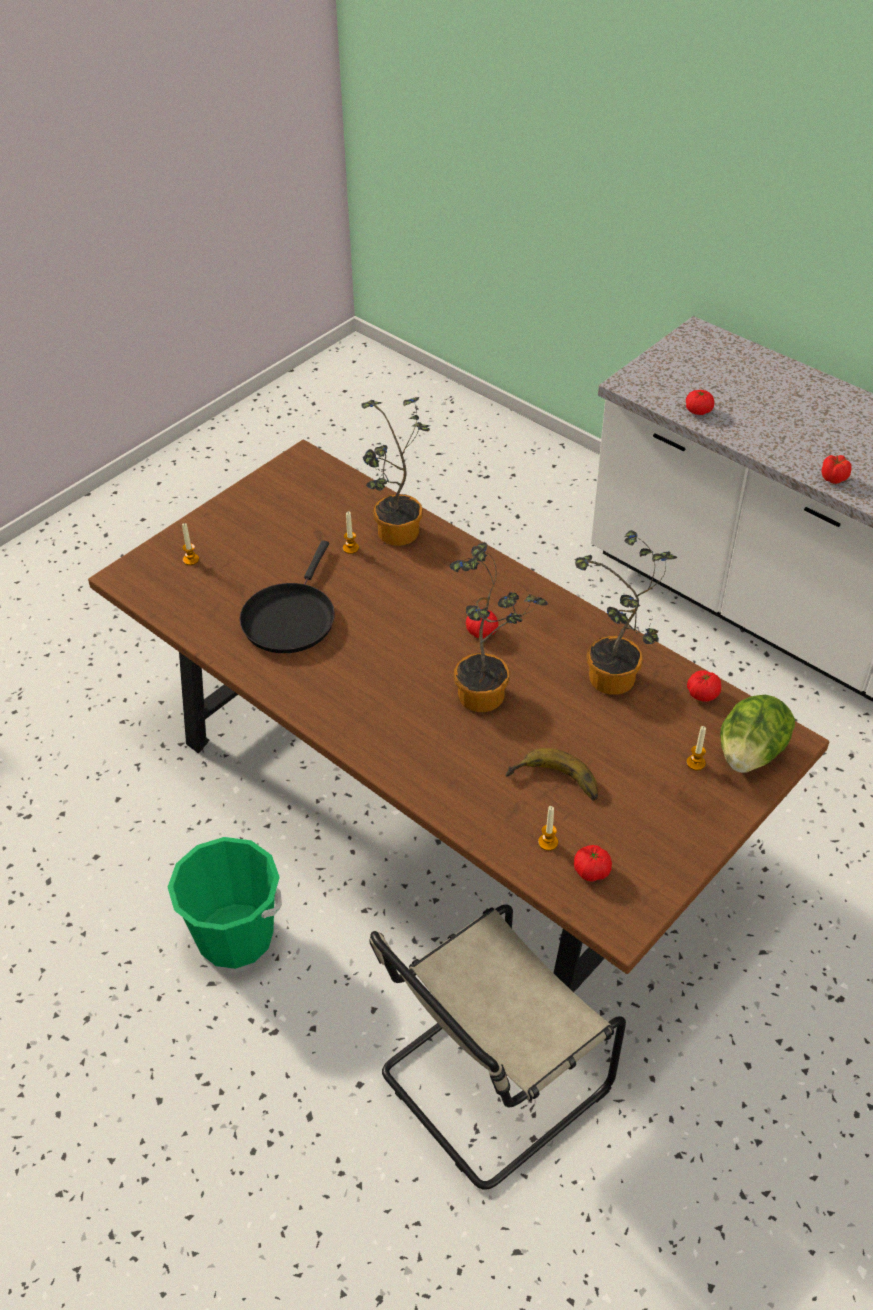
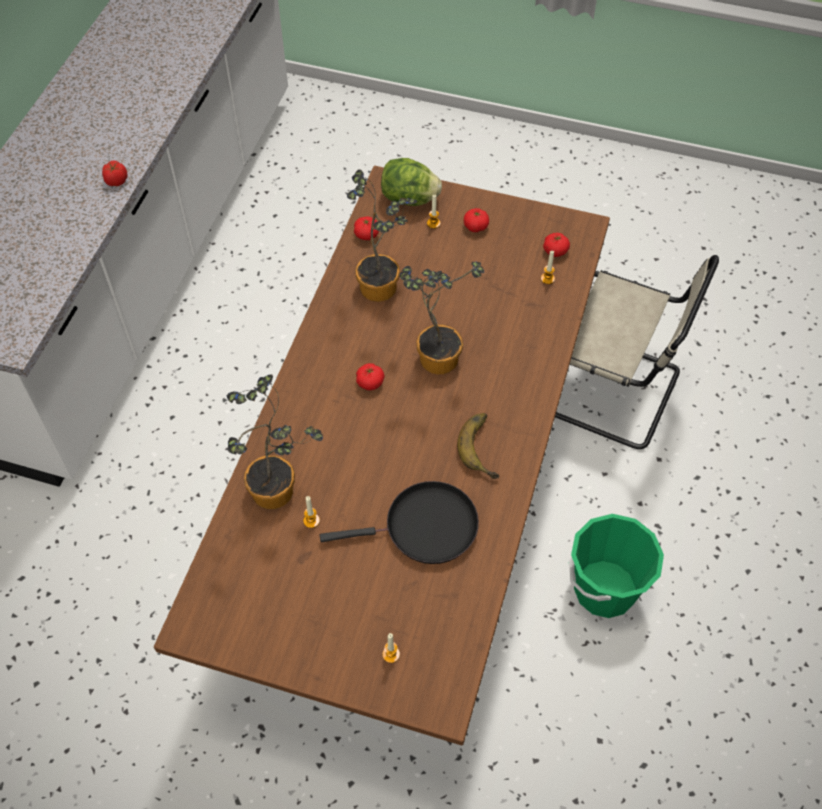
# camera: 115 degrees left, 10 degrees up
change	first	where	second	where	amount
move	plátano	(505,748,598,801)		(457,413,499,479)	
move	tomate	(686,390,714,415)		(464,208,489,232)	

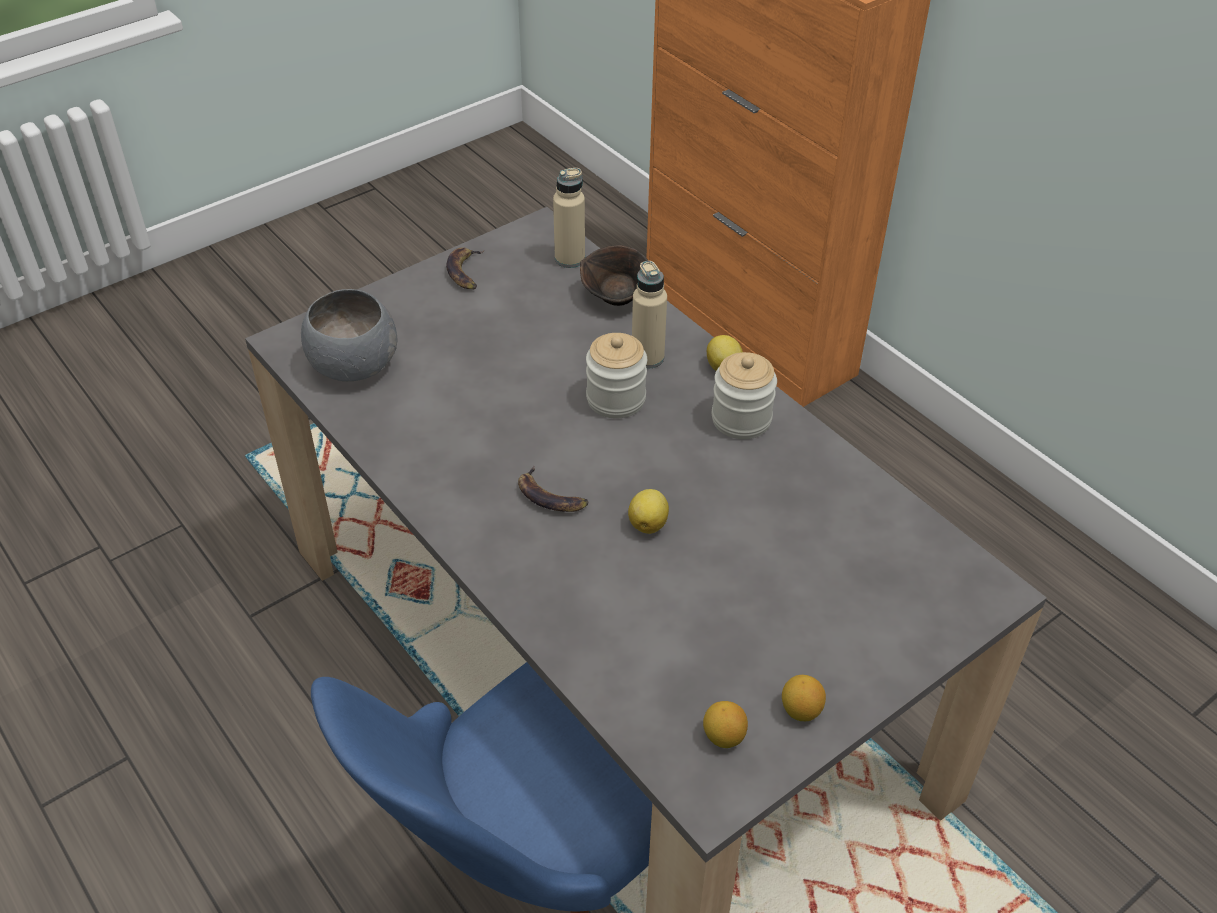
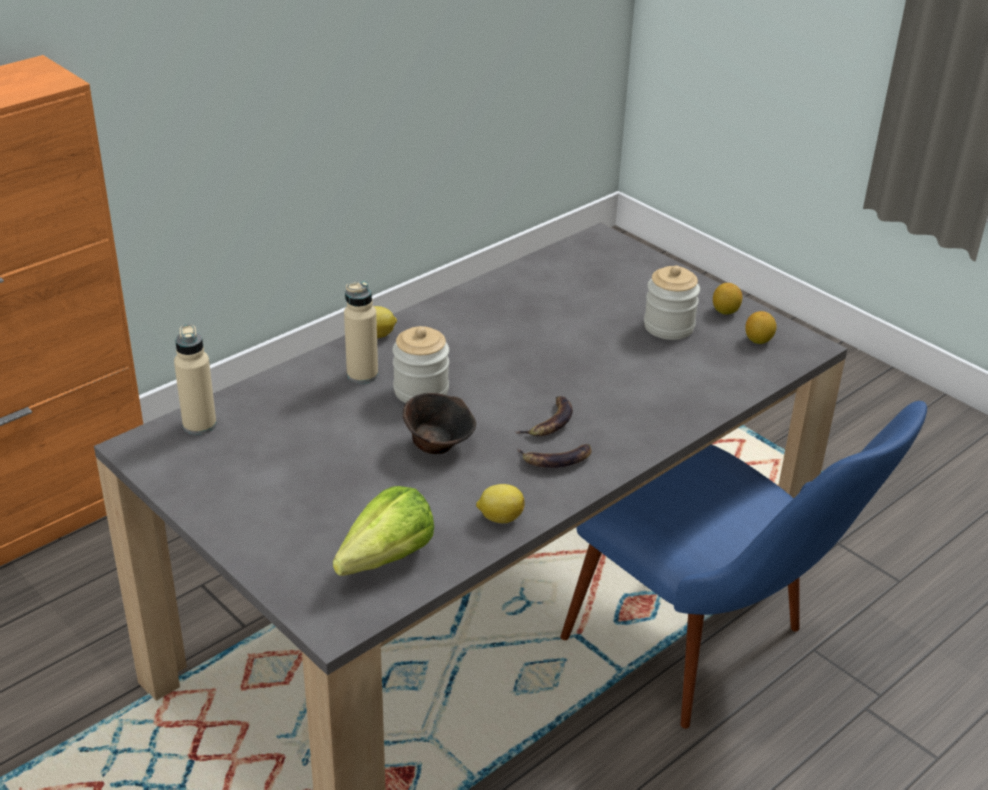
# camera: 95 degrees left, 10 degrees down
change	first	where	second	where	amount
move	plátano	(446,247,484,289)		(517,444,592,468)	
move	cuenco [marrón]	(580,245,648,306)		(403,393,476,454)	
move	limón	(628,489,669,534)		(476,484,525,523)	
move	tarro	(712,352,777,439)		(644,265,700,340)	
replace	cuenco [gris]	(301,289,397,381)	lechuga	(333,486,434,576)	

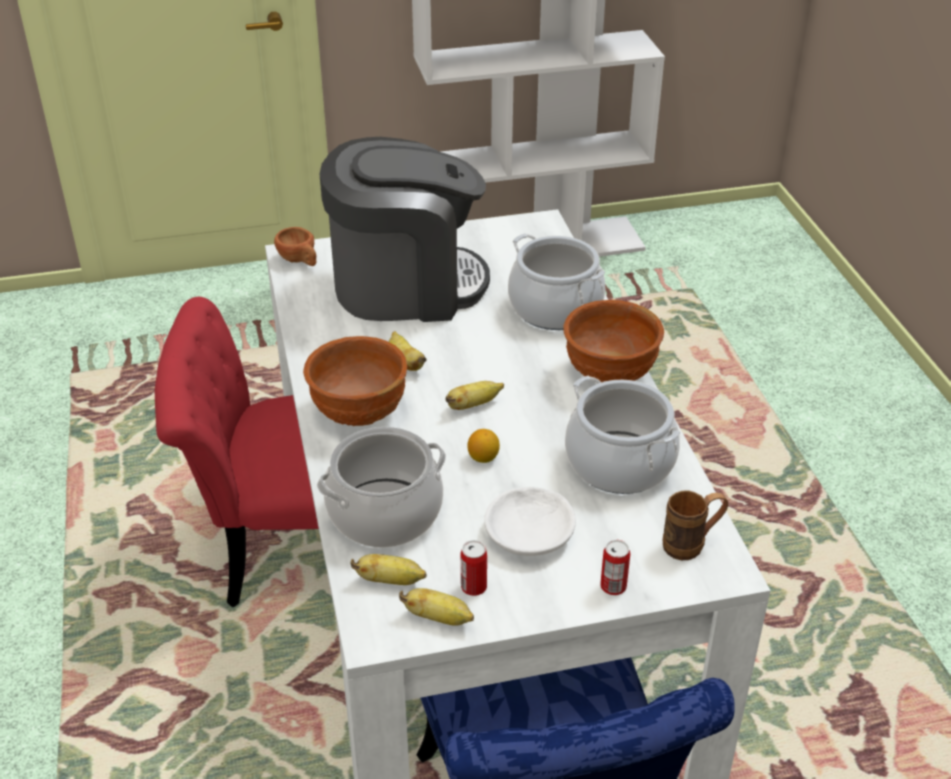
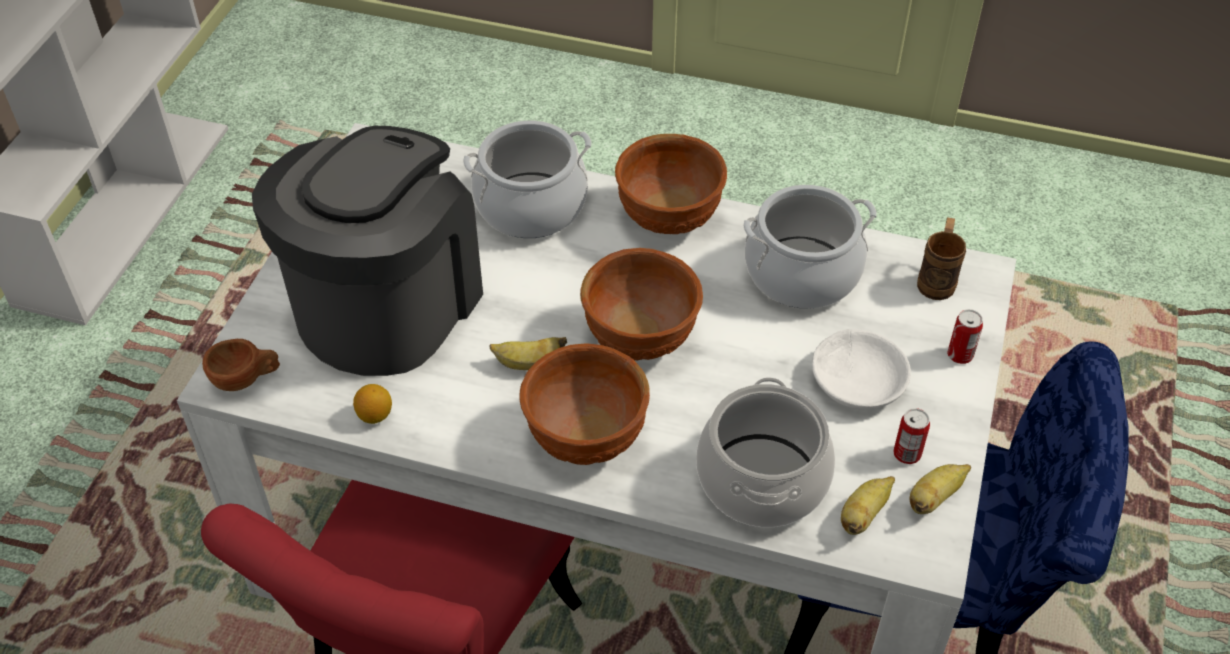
# camera: 60 degrees left, 10 degrees up
change	first	where	second	where	amount
move	limón	(467,429,500,463)		(353,384,392,424)	
replace	plátano	(446,381,504,410)	cuenco [marrón]	(580,248,703,360)	

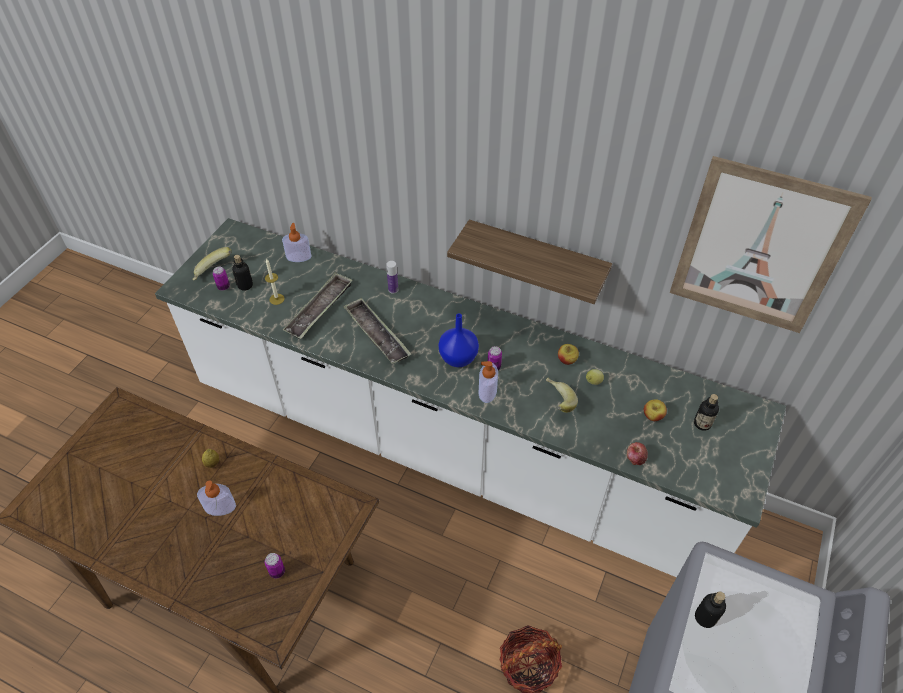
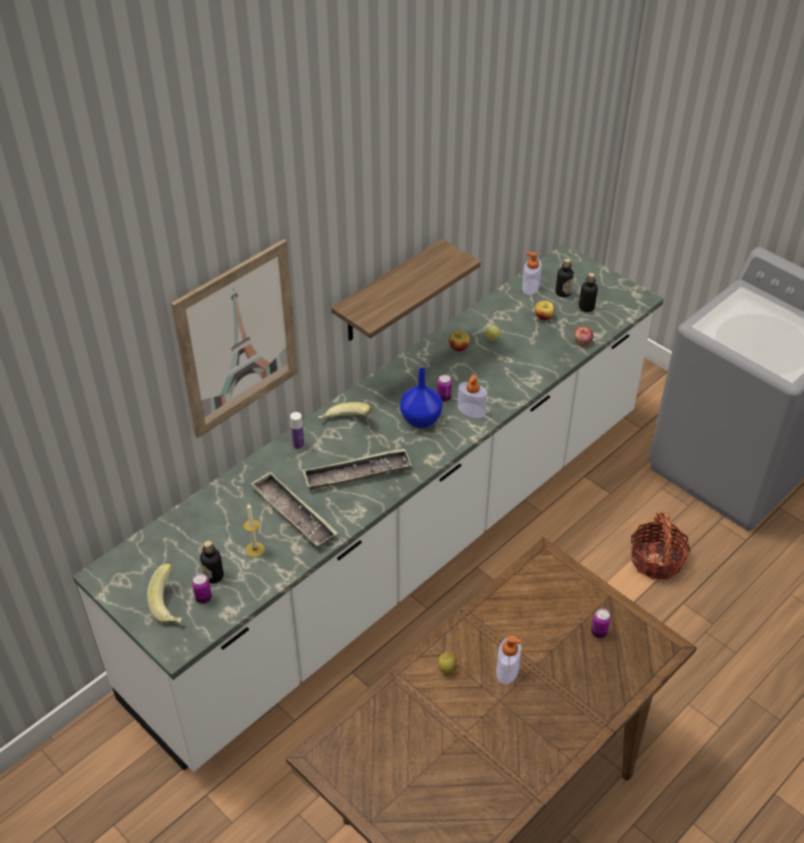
# camera: 70 degrees left, 5 degrees down
change	first	where	second	where	amount
move	dispensador de jabón	(282,223,311,262)		(522,252,542,295)	
move	plátano	(546,378,578,413)		(318,402,372,419)	
move	cuadro	(670,156,872,333)		(171,239,298,438)	
move	botella	(695,591,726,628)		(579,273,598,312)	

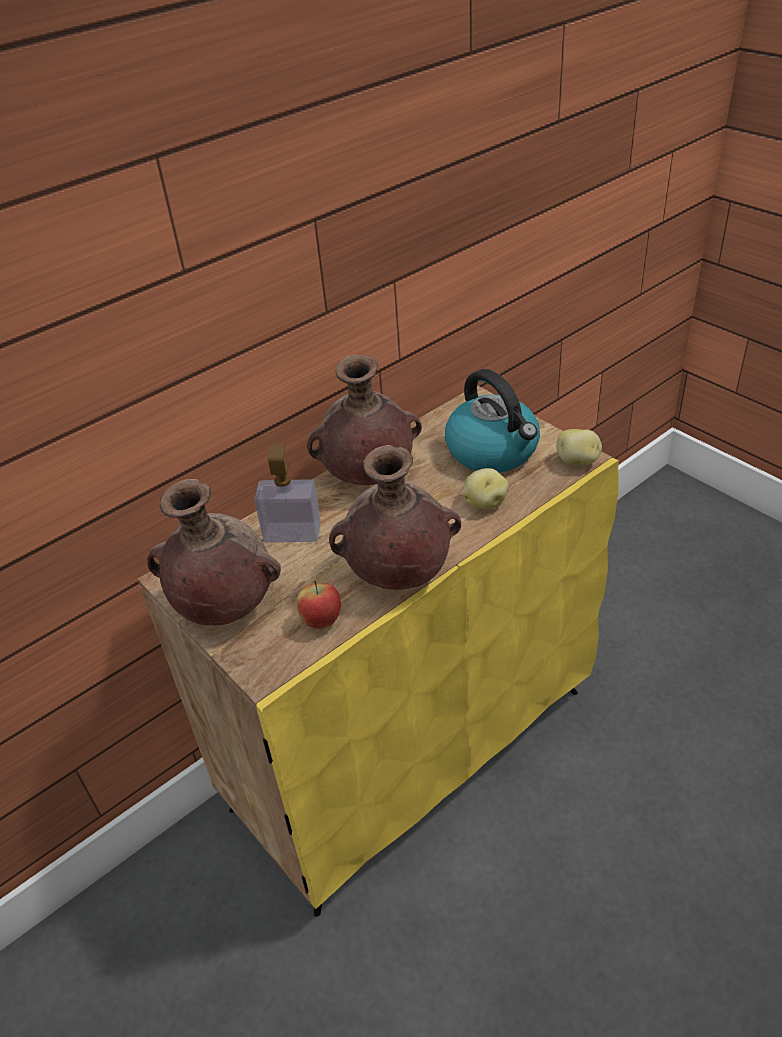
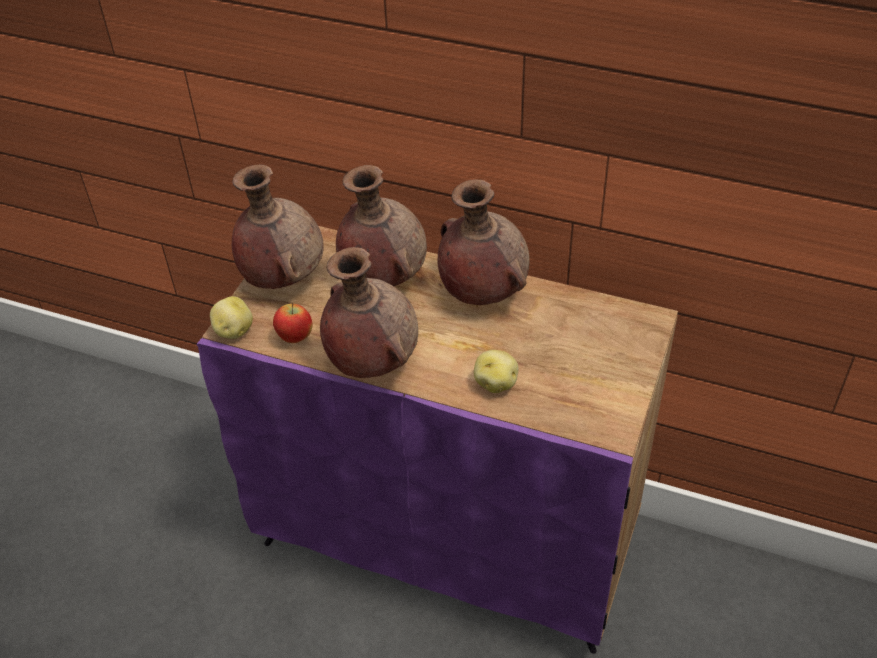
# camera: 60 degrees right, 5 degrees up
change	first	where	second	where	amount
delete	hervidor	(445,369,540,473)			
move	patata	(556,429,602,465)		(210,296,253,339)	
replace	dispensador de jabón	(254,444,321,542)	florero [marrón]	(336,165,427,286)	
recolor	armario [amarillo]	(138,385,619,917)	armario [morado]	(196,226,678,654)	

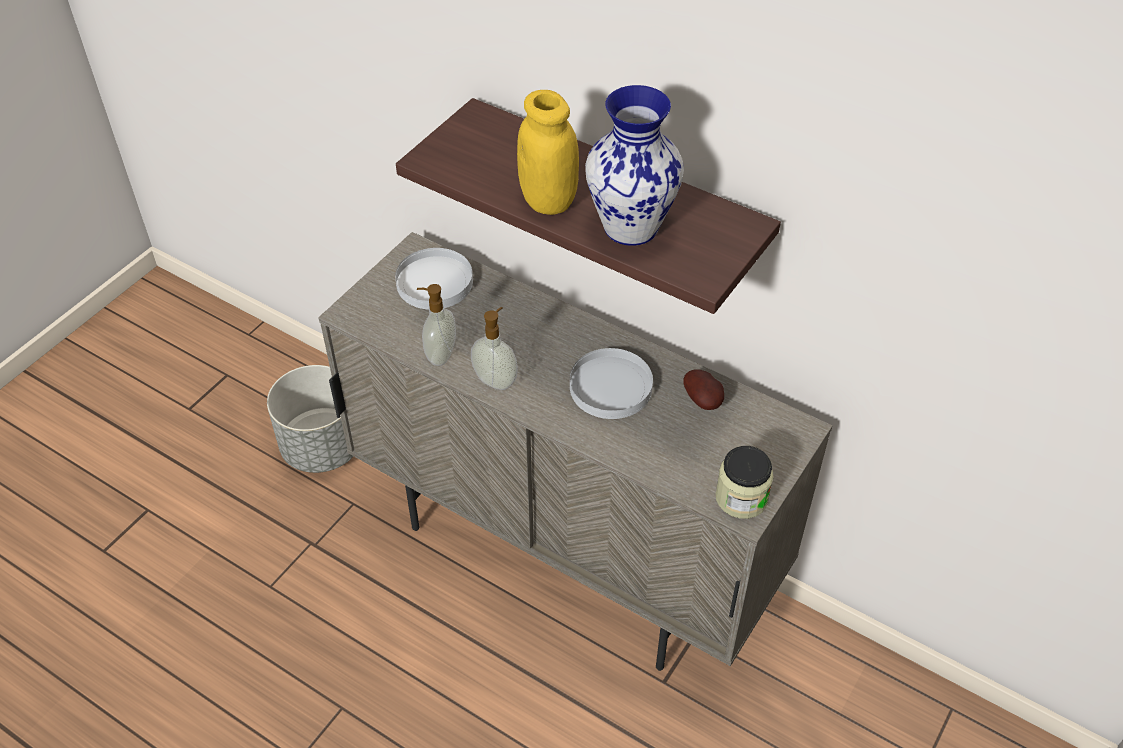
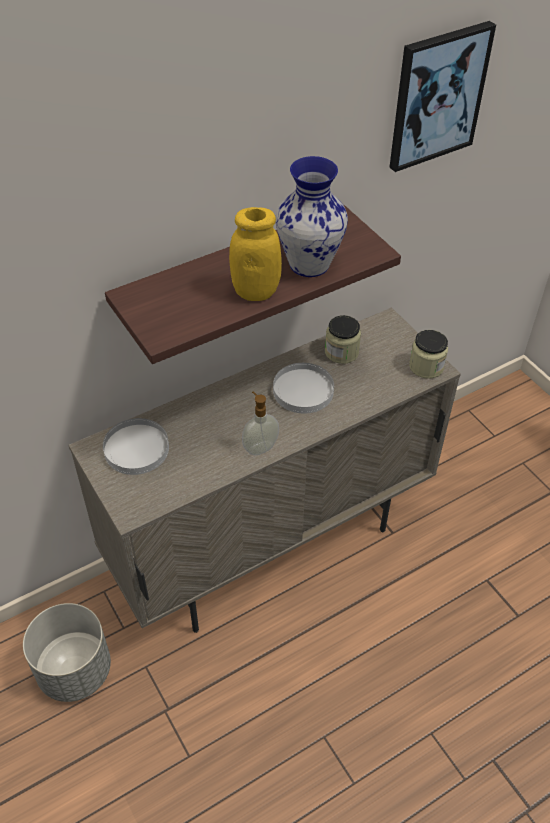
# camera: 65 degrees left, 0 degrees up
change	first	where	second	where	amount
delete	dispensador de jabón	(417,284,456,366)			
insert			cuadro	(389,21,496,172)	
replace	patata	(683,369,724,410)	tarro	(325,315,361,364)	

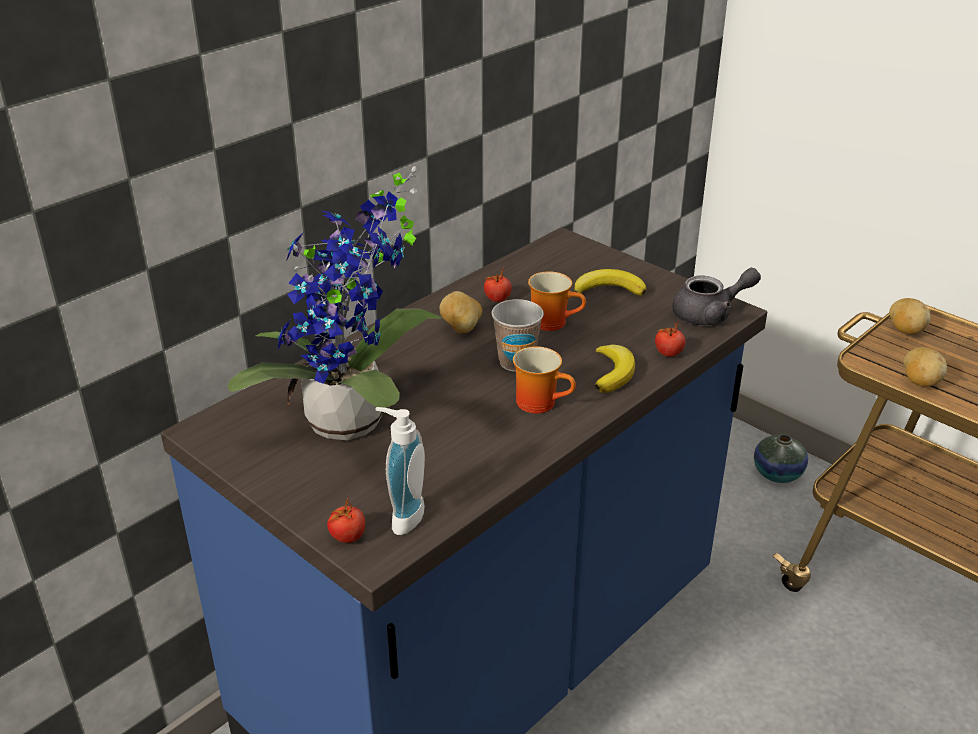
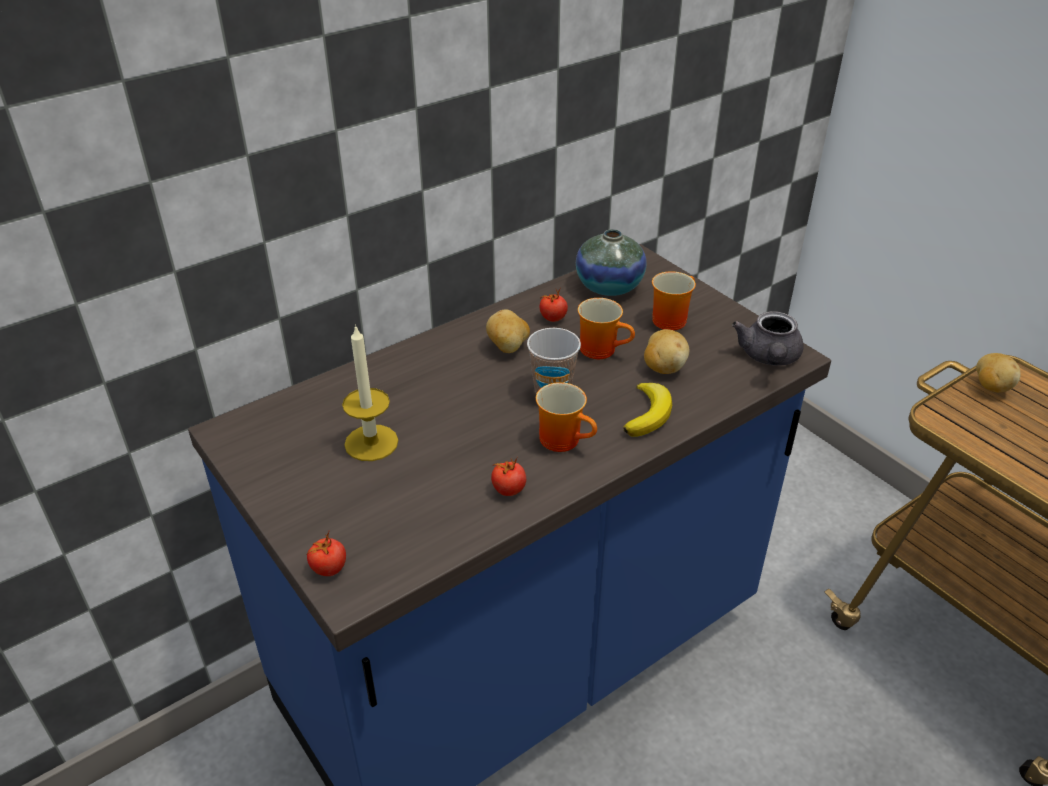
# camera: 10 degrees right, 5 degrees up
change	first	where	second	where	amount
delete	dispensador de jabón	(375,407,425,535)			
move	tomate	(655,321,686,357)		(491,457,526,496)	
move	florero	(754,434,808,483)		(576,229,647,296)	
move	patata	(904,347,947,387)		(644,329,689,374)	
replace	planta en maceta	(228,166,442,440)	vela	(342,324,398,461)	
replace	plátano	(575,269,646,296)	taza grande	(652,271,696,331)	
rotate	tetera [gris]	(672,268,761,325)		(732,311,804,366)	105 degrees clockwise

